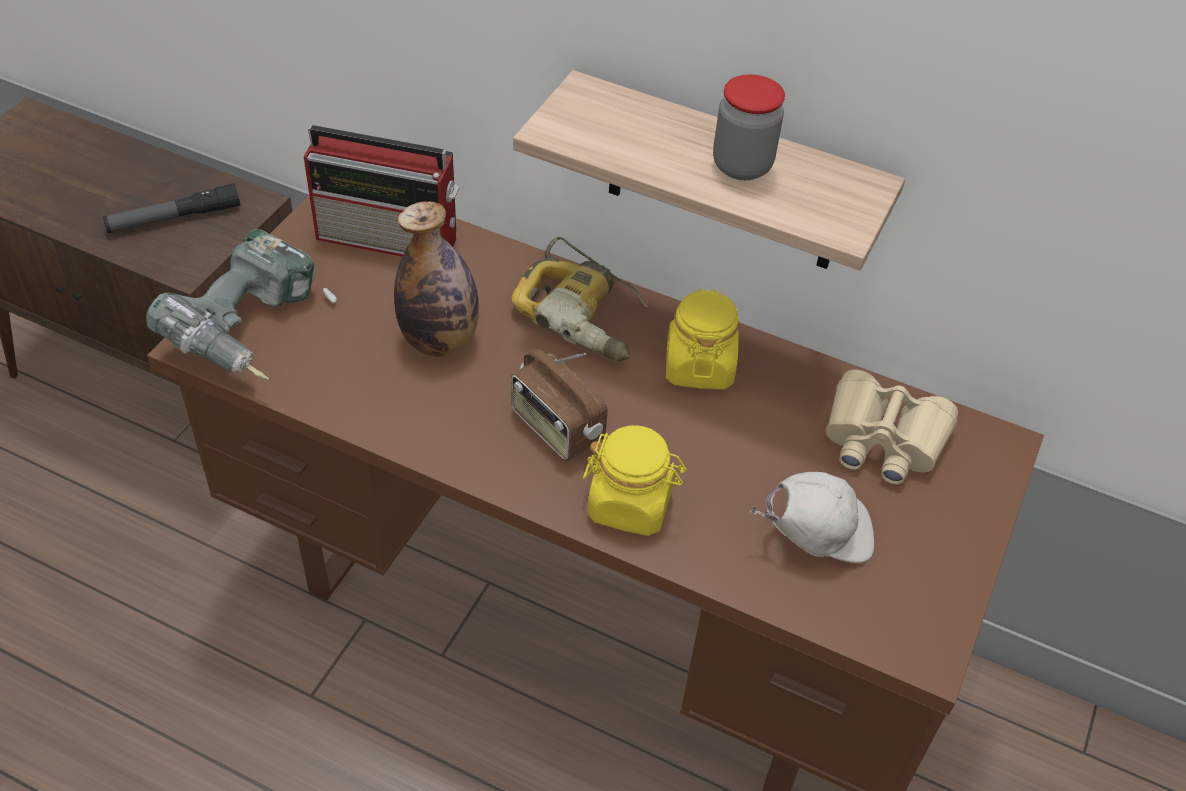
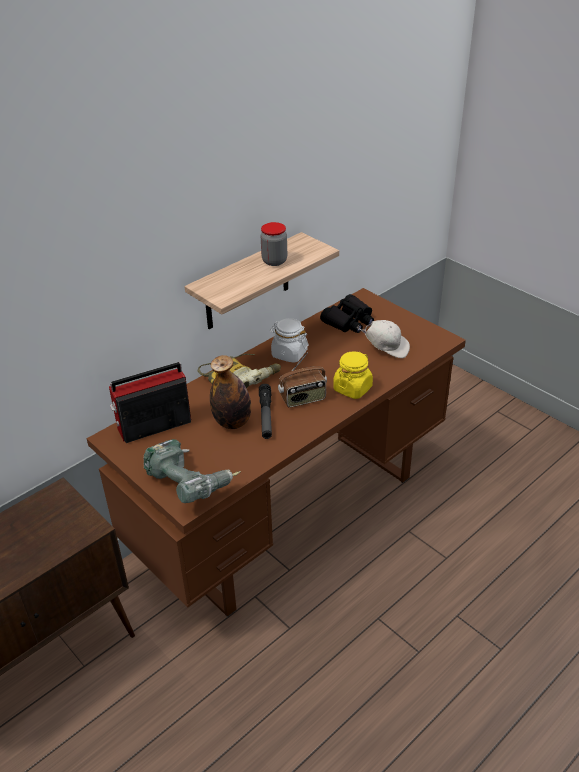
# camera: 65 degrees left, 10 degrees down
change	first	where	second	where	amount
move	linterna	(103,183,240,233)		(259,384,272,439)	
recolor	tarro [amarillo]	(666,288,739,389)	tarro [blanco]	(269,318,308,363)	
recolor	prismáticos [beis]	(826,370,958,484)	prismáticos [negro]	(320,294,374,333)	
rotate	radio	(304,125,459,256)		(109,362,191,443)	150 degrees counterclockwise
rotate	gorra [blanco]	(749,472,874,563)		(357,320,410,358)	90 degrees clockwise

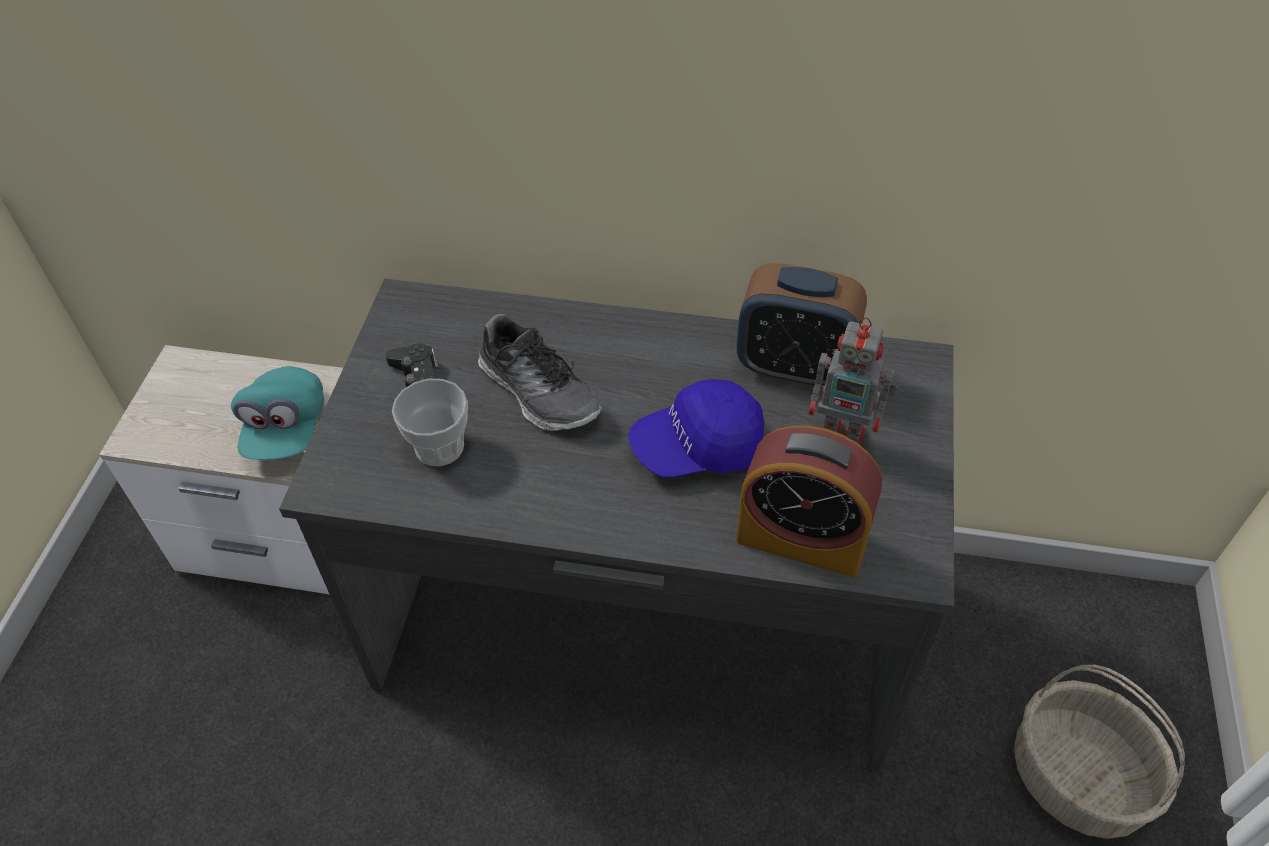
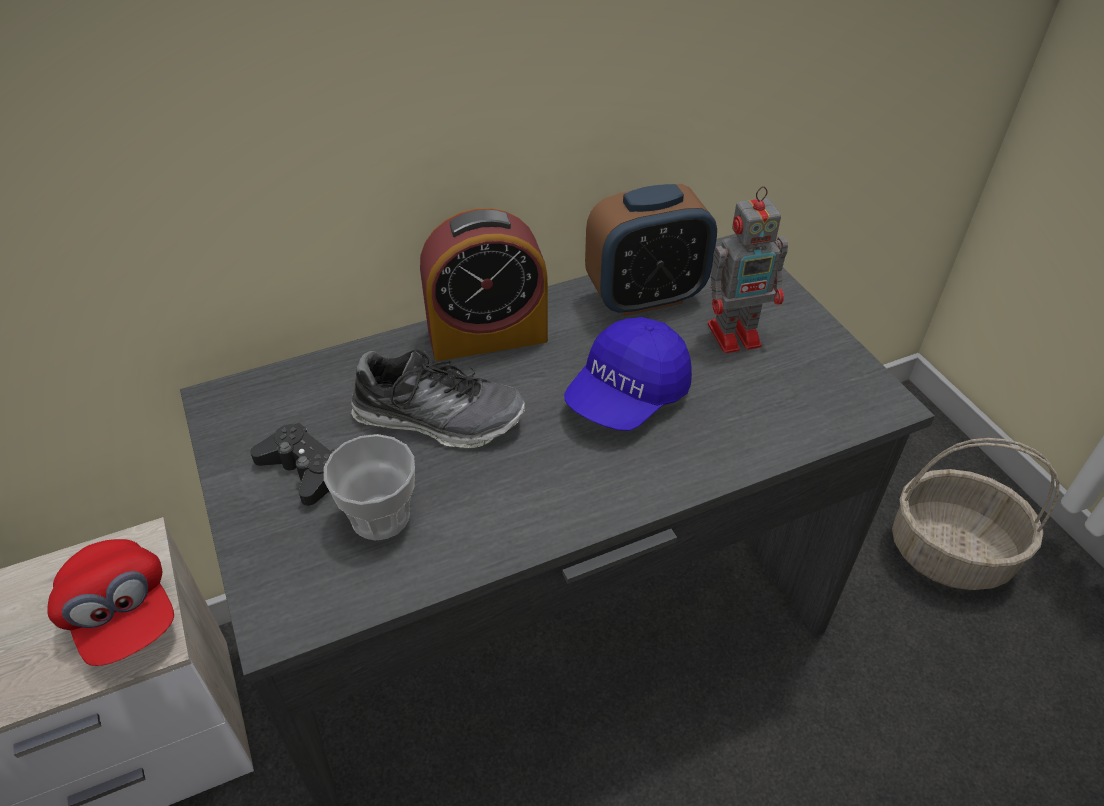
# camera: 35 degrees left, 5 degrees down
change	first	where	second	where	amount
move	despertador	(736,426,882,577)		(420,208,548,361)	
recolor	gorra [turquesa]	(231,366,324,460)	gorra [rojo]	(47,539,174,666)	

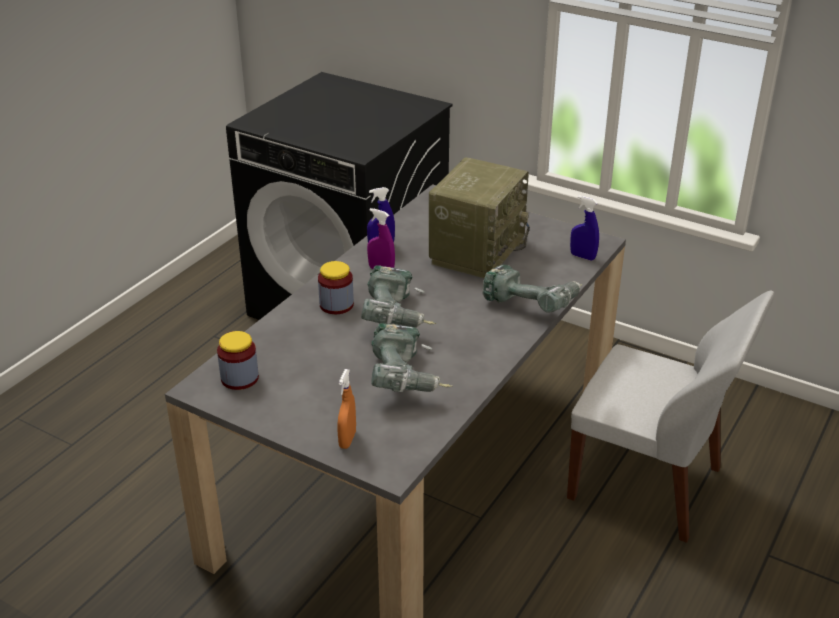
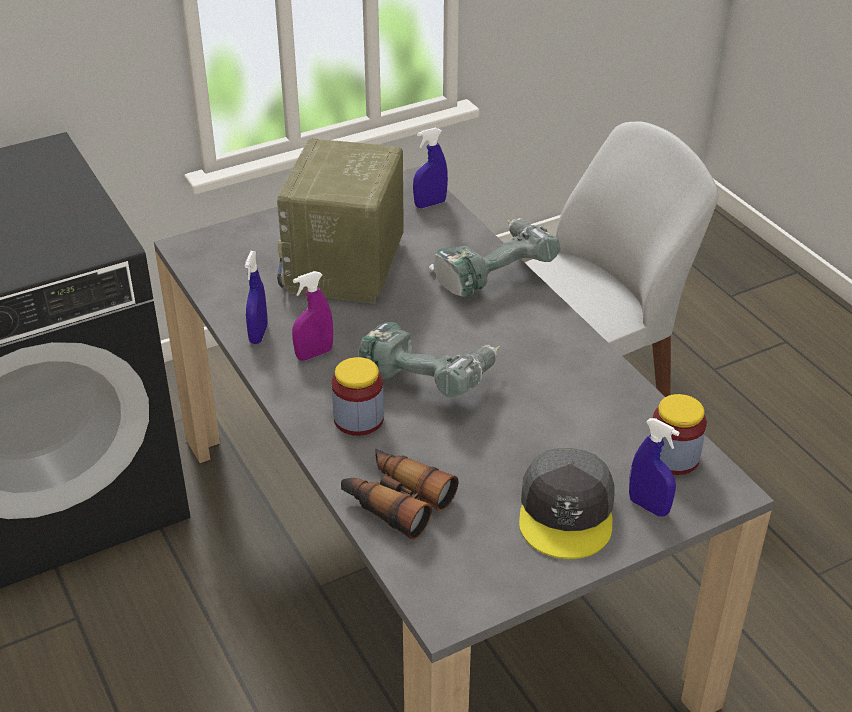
# camera: 60 degrees left, 5 degrees up
change	first	where	second	where	amount
delete	taladro	(371,323,453,392)			
insert			prismáticos	(341,449,458,540)	
insert			gorra [gris]	(519,448,615,559)	
move	tarro	(217,331,259,390)		(650,394,707,475)	
recolor	pulverizador [naranja]	(337,369,356,449)	pulverizador [azul]	(629,418,680,517)	
rotate	radio	(429,157,530,278)		(277,138,404,304)	135 degrees counterclockwise

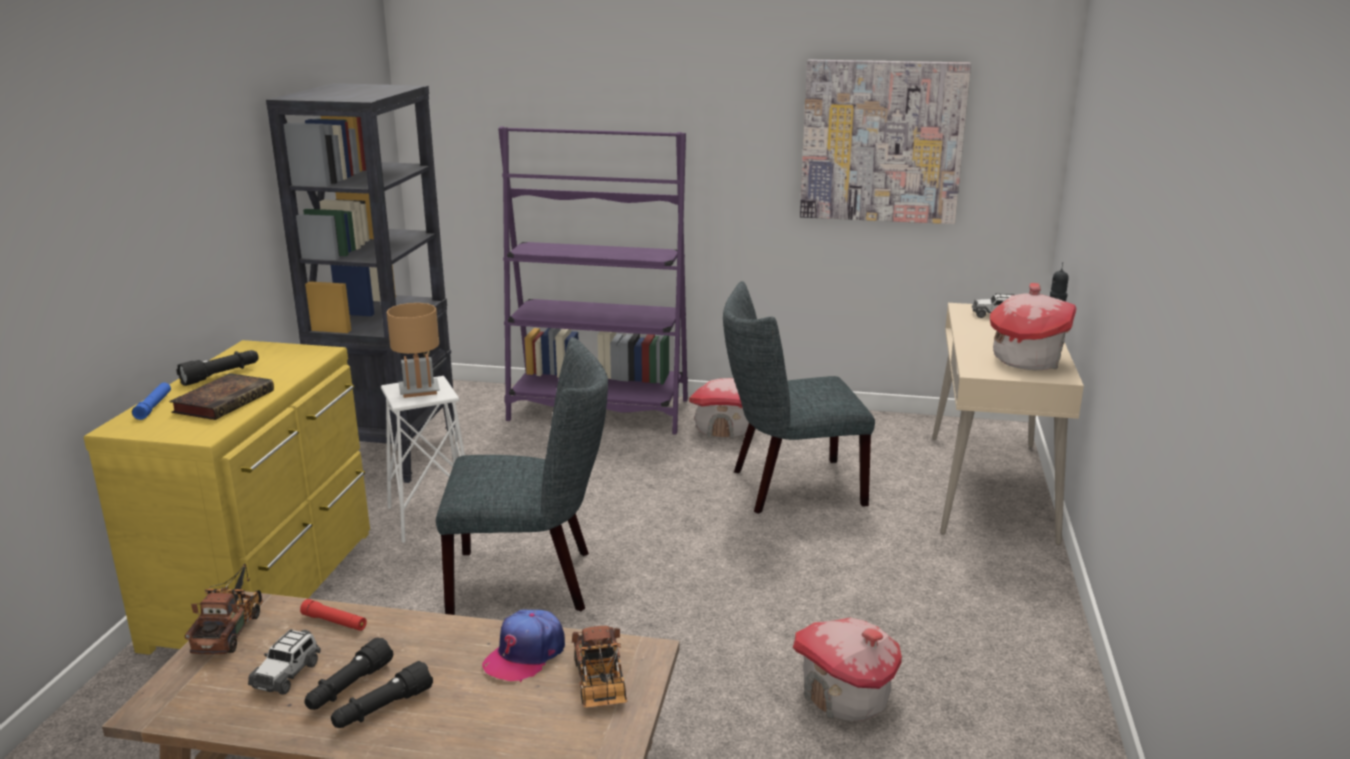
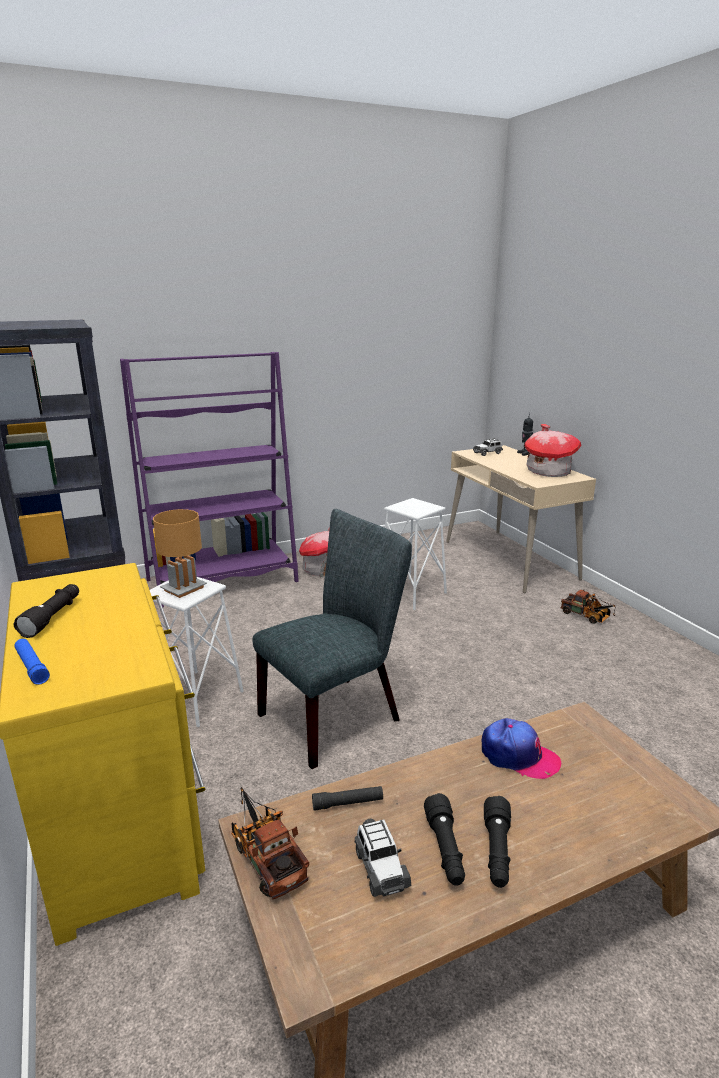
# camera: 35 degrees left, 0 degrees up
change	first	where	second	where	amount
delete	libro	(169,373,274,420)			
delete	casita	(793,618,902,721)			
delete	cuadro	(800,59,971,224)			
move	camión de juguete	(572,626,627,708)		(560,590,616,624)	
replace	silla [gris]	(723,281,875,514)	taburete [blanco]	(384,498,447,610)	
recolor	linterna [rojo]	(300,599,367,631)	linterna [negro]	(312,786,383,811)	
rotate	gorra	(482,610,565,682)		(482,718,561,779)	60 degrees counterclockwise

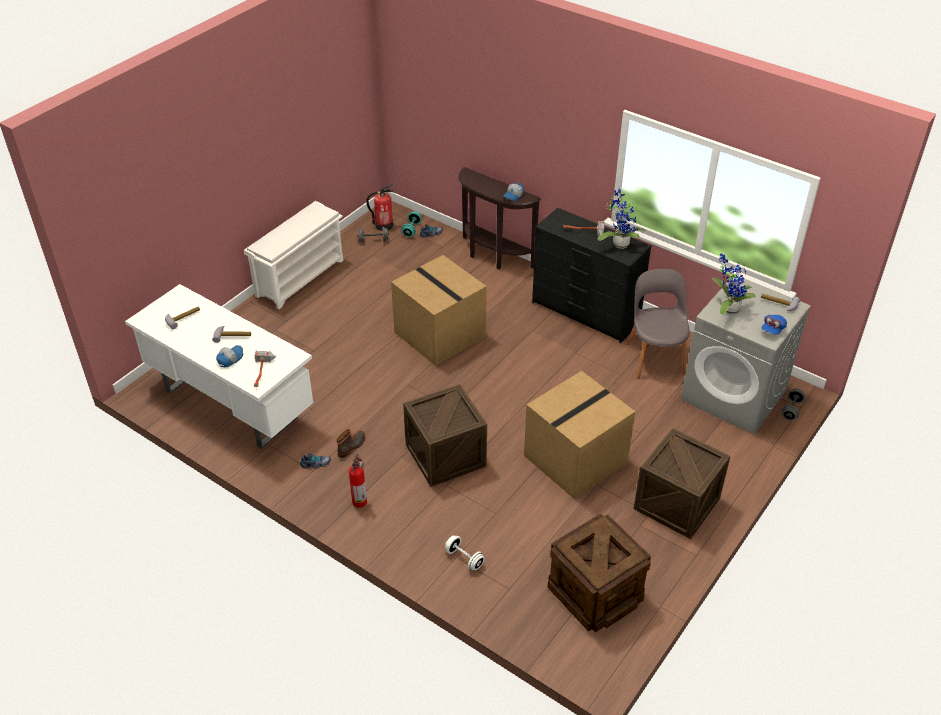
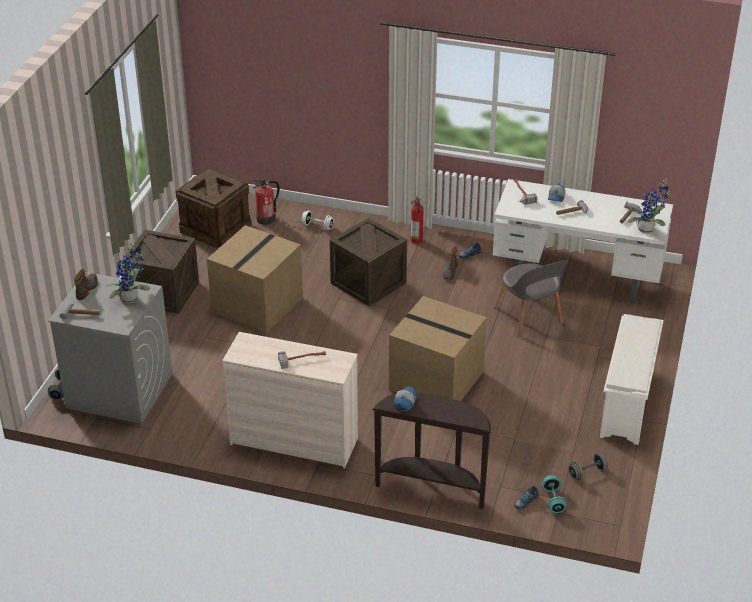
# camera: 160 degrees right, 5 degrees down
change	first	where	second	where	amount
move	extintor	(366,184,393,231)		(253,179,279,225)	
move	planta en maceta	(598,188,646,249)		(628,178,669,233)	
move	silla [gris]	(626,269,690,379)		(494,260,568,337)	
replace	gorra [azul]	(761,315,787,334)	bota	(74,269,98,300)	
recolor	cómoda [negro]	(532,208,652,343)	cómoda [beis]	(222,332,358,469)	

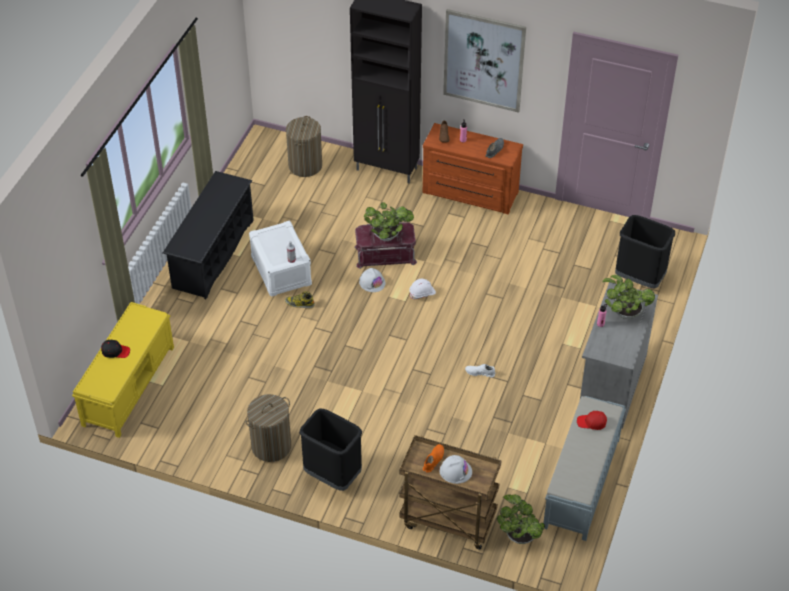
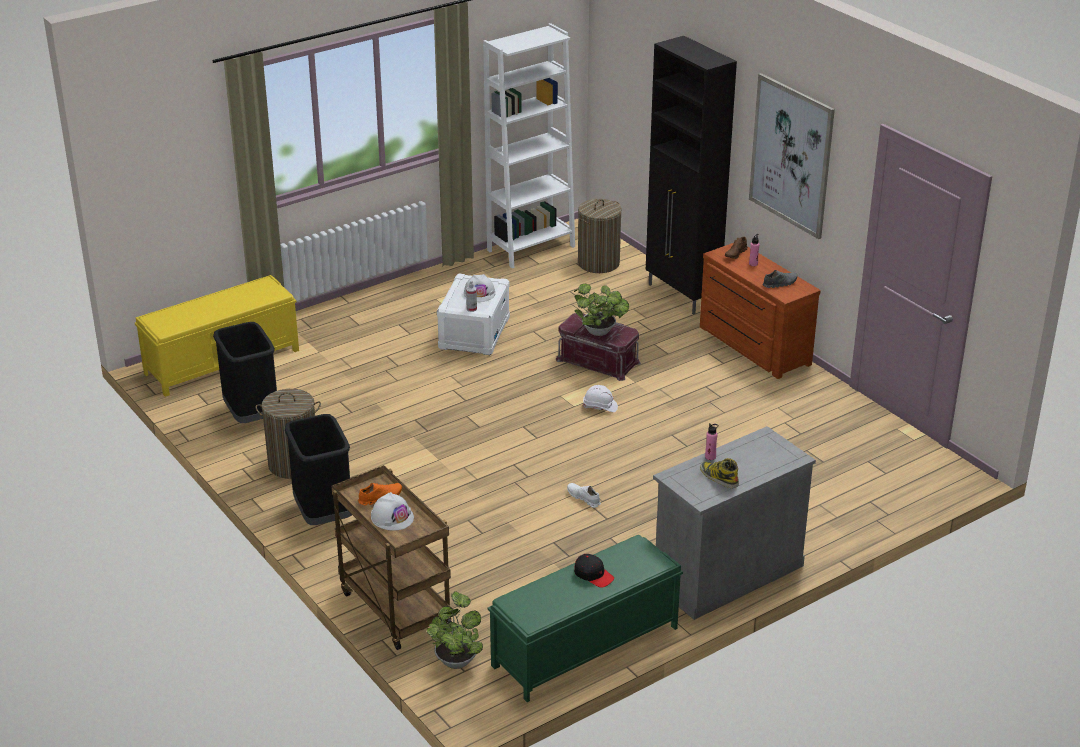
# camera: 35 degrees right, 15 degrees down
change	first	where	second	where	amount
delete	zapatero [negro]	(163,171,254,299)			
delete	gorra [rojo]	(577,411,607,430)			
delete	planta en maceta	(602,275,655,319)			
insert			estantería [blanco]	(483,23,575,268)	
move	gorra [negro]	(101,340,130,358)		(574,554,614,588)	
move	bota	(285,291,315,308)		(700,458,739,488)	
move	casco [blanco]	(359,268,385,292)		(464,274,496,302)	
move	papelera [negro]	(615,215,675,288)		(213,322,277,423)	
recolor	banco [gris]	(543,396,626,541)	banco [verde]	(488,535,683,702)	

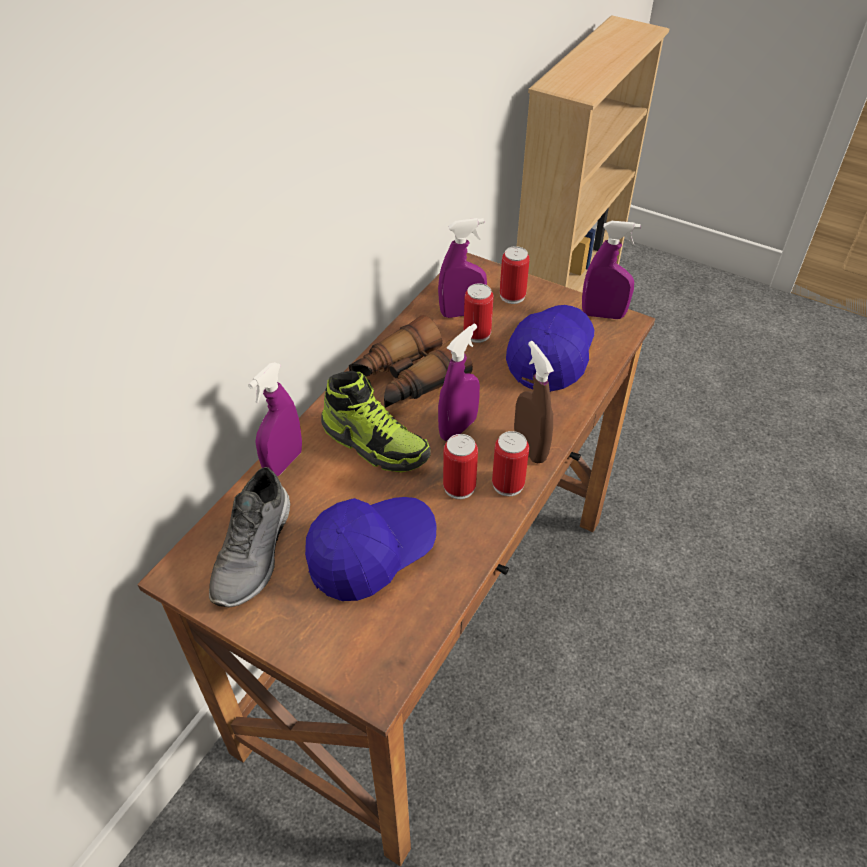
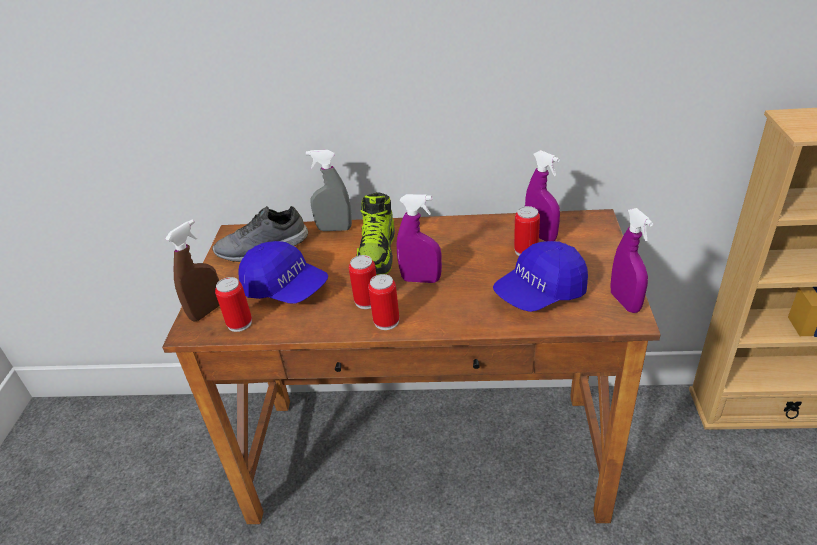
# camera: 65 degrees right, 10 degrees down
change	first	where	second	where	amount
delete	prismáticos	(349,315,473,408)			
move	lata	(500,246,530,304)		(215,277,252,332)	
move	pulverizador [marrón]	(514,341,554,463)		(165,220,220,322)	
recolor	pulverizador [morado]	(248,362,302,476)	pulverizador [gris]	(306,150,352,231)	
rotate	gorra [azul]	(506,305,594,392)		(493,241,588,312)	150 degrees clockwise

